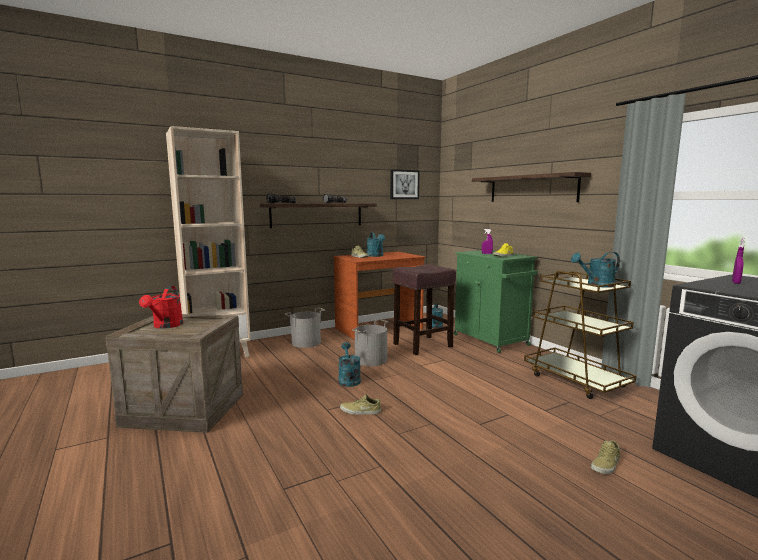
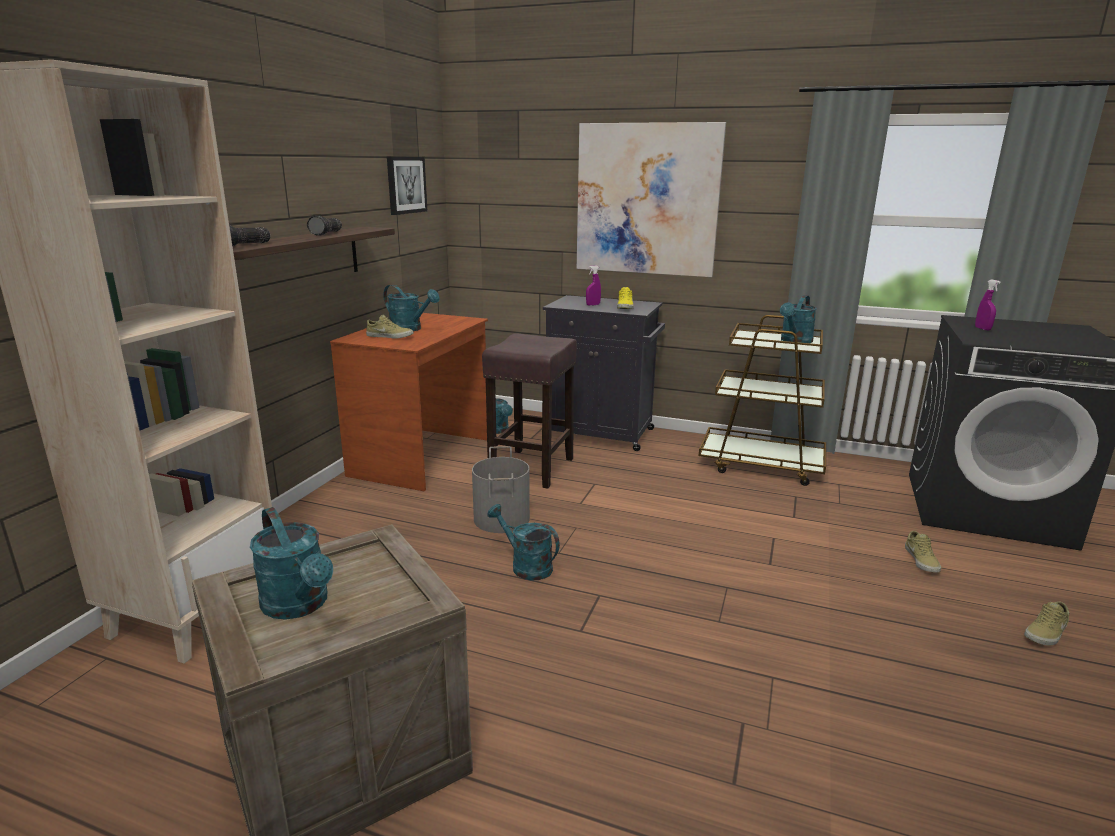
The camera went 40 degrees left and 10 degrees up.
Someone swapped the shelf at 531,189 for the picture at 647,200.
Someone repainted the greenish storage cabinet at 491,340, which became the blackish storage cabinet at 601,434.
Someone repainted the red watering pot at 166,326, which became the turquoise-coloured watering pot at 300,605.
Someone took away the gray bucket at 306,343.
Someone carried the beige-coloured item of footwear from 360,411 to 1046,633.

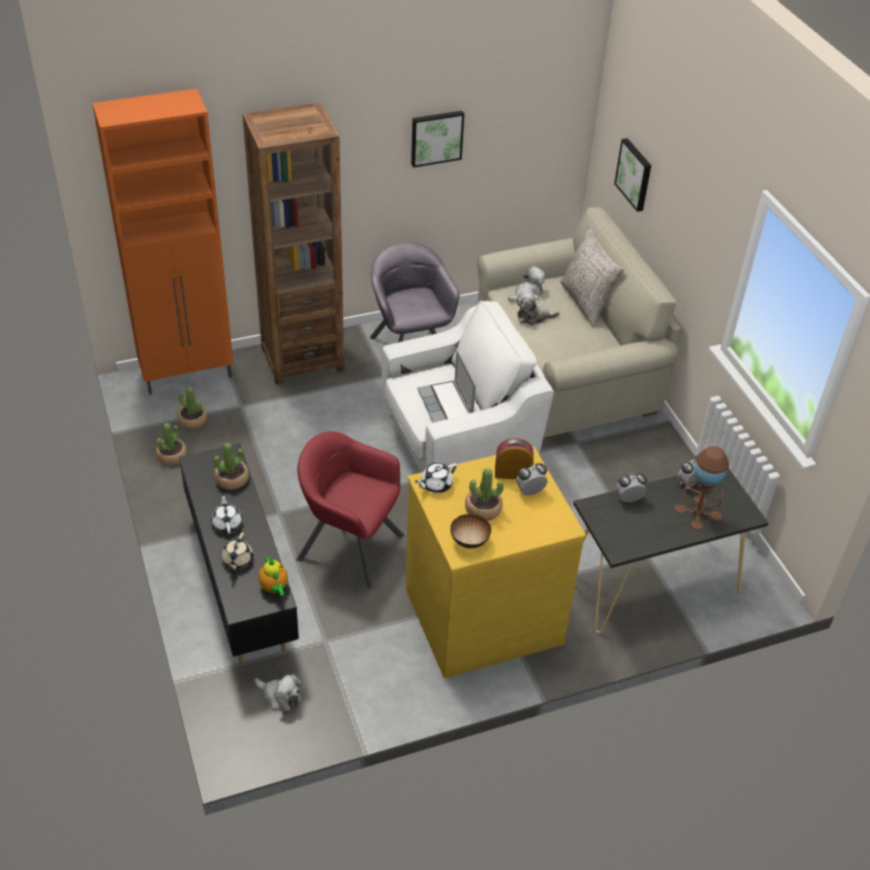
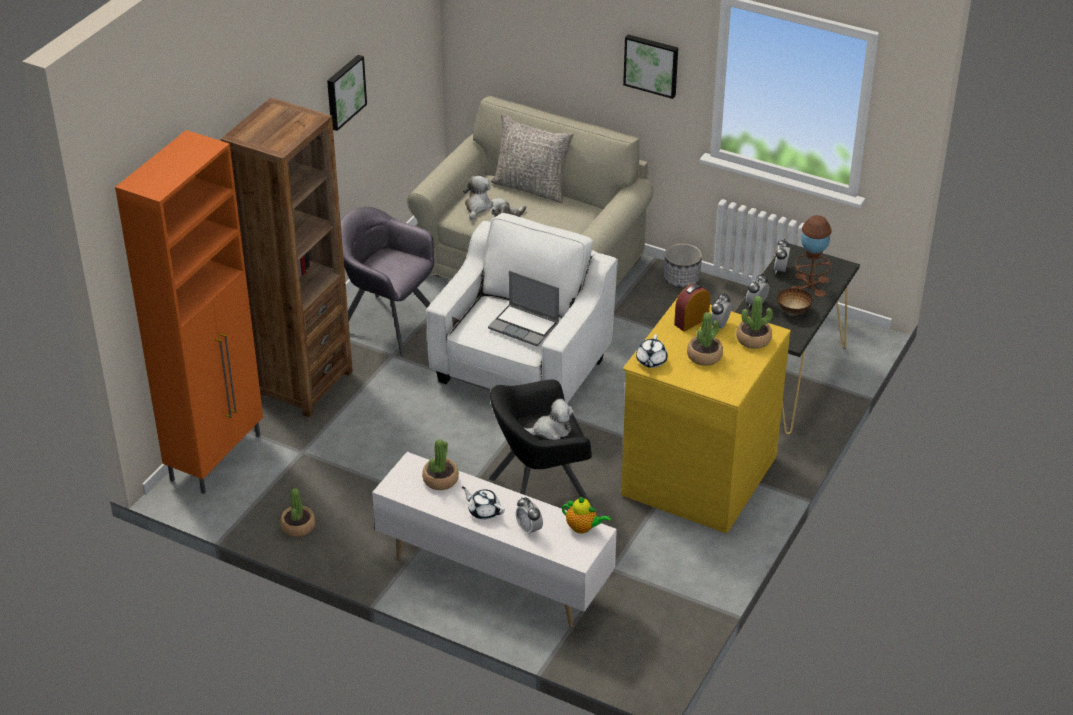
The camera went 40 degrees left and 5 degrees down.
Someone carried the picture from 635,174 to 651,65.
Someone carried the potted plant from 192,420 to 753,339.
Someone repainted the red lounge chair at 350,546, which became the blackish lounge chair at 540,494.
Someone repainted the blackish tv stand at 241,583, which became the white-coloured tv stand at 494,576.
Someone carried the serving bowl from 470,541 to 794,310.
Someone swapped the beige-coloured teapot at 237,560 for the table clock at 529,529.
Someone carried the cuddly toy from 280,696 to 550,430.
Someone put down the plant pot at 681,279.

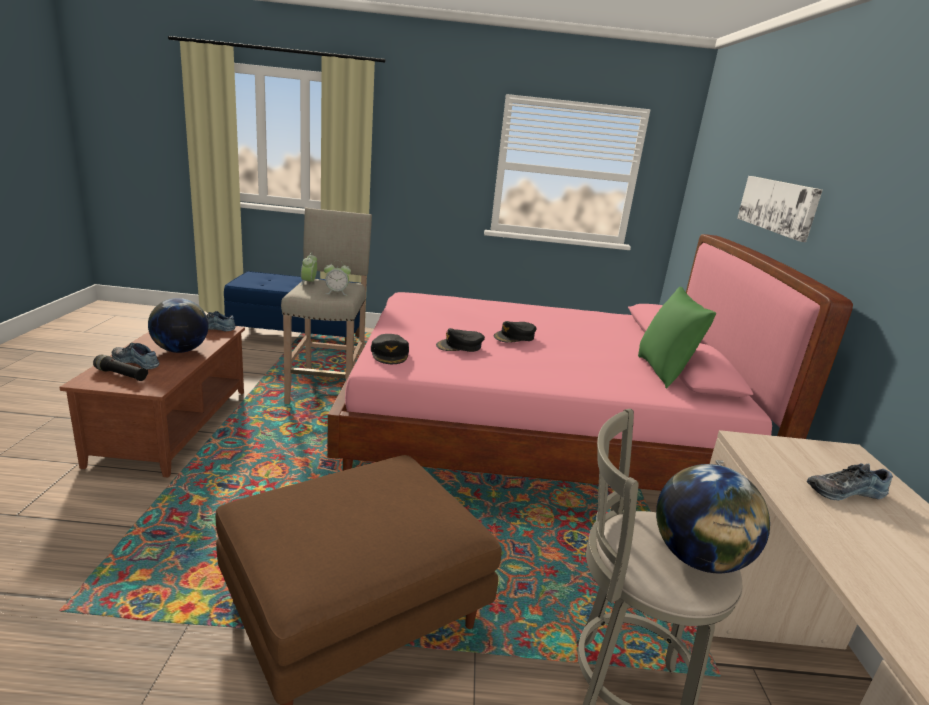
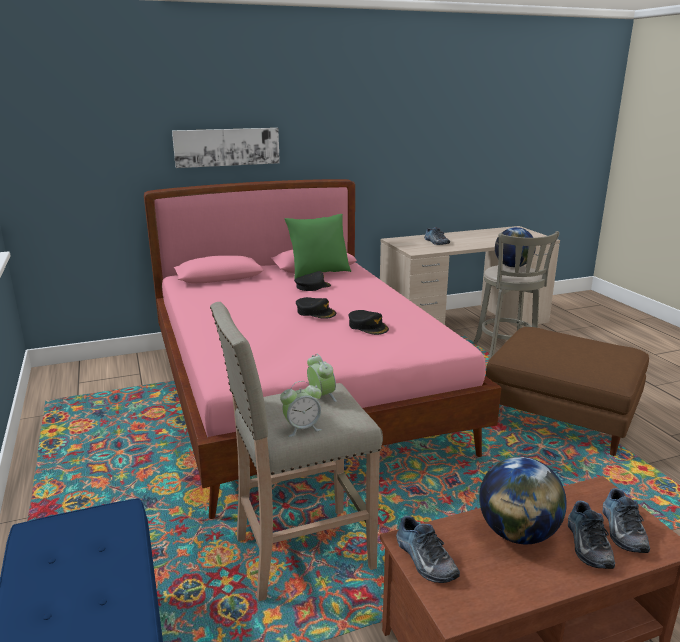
The camera went 110 degrees left and 0 degrees up.
Someone carried the blackish peaked cap from 390,354 to 312,286.
Someone swapped the blackish flashlight at 121,375 for the item of footwear at 621,530.

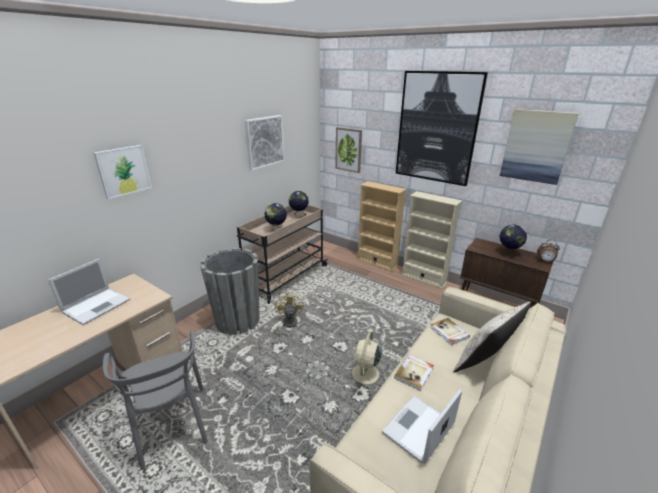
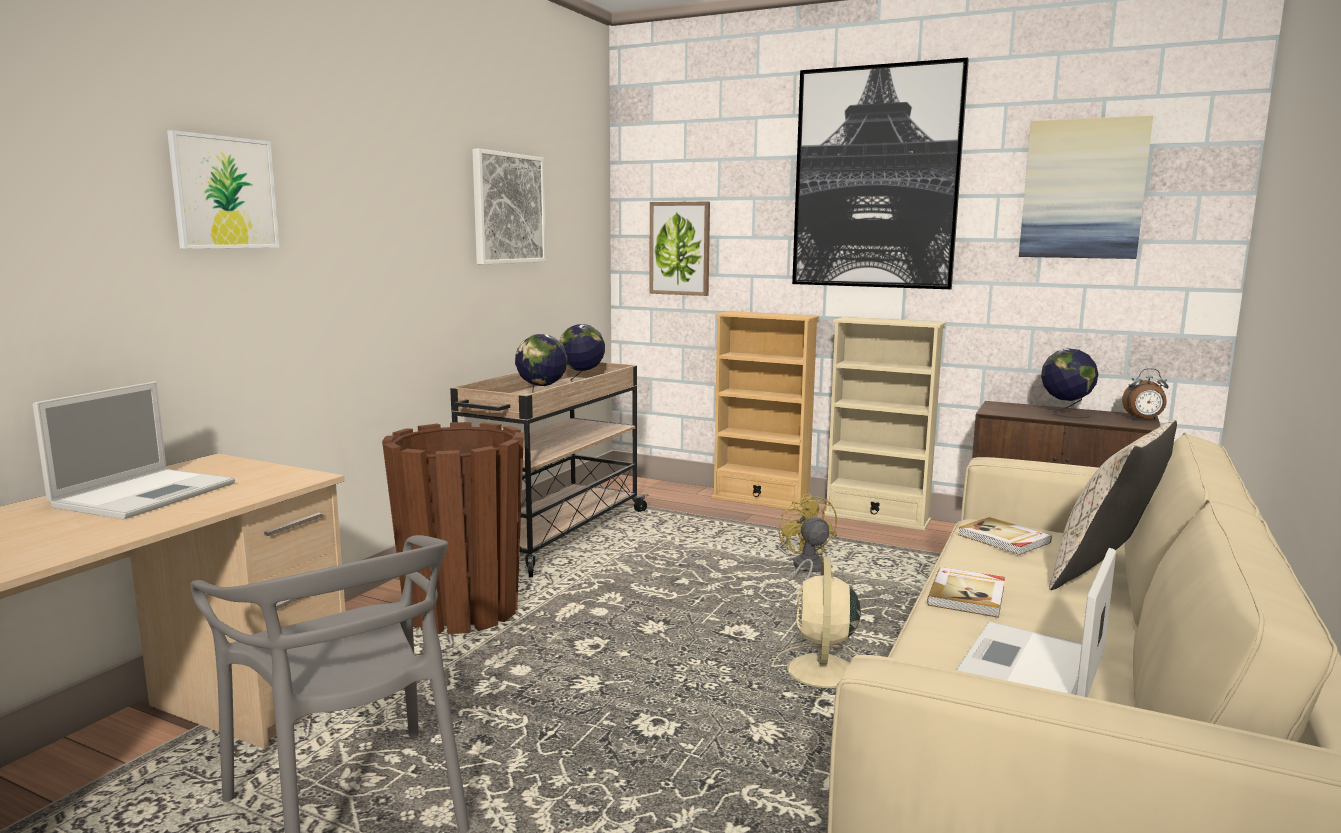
The camera went 10 degrees left and 15 degrees down.
Someone repainted the gray plant pot at 237,321, which became the brown plant pot at 462,610.
Someone carried the yellowish fan from 287,325 to 806,569.

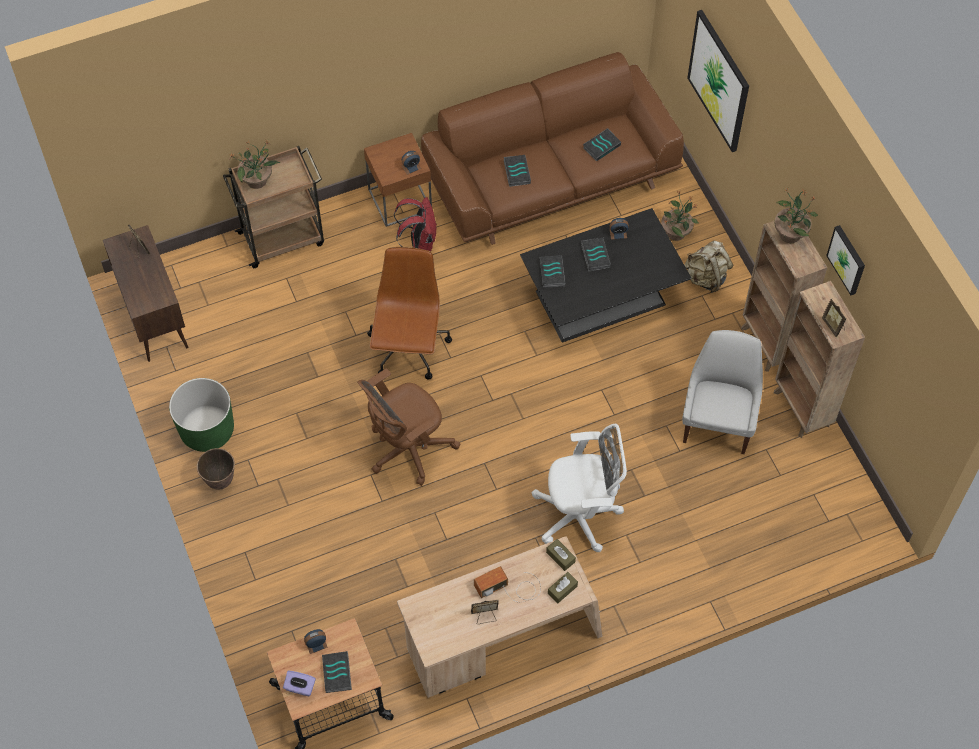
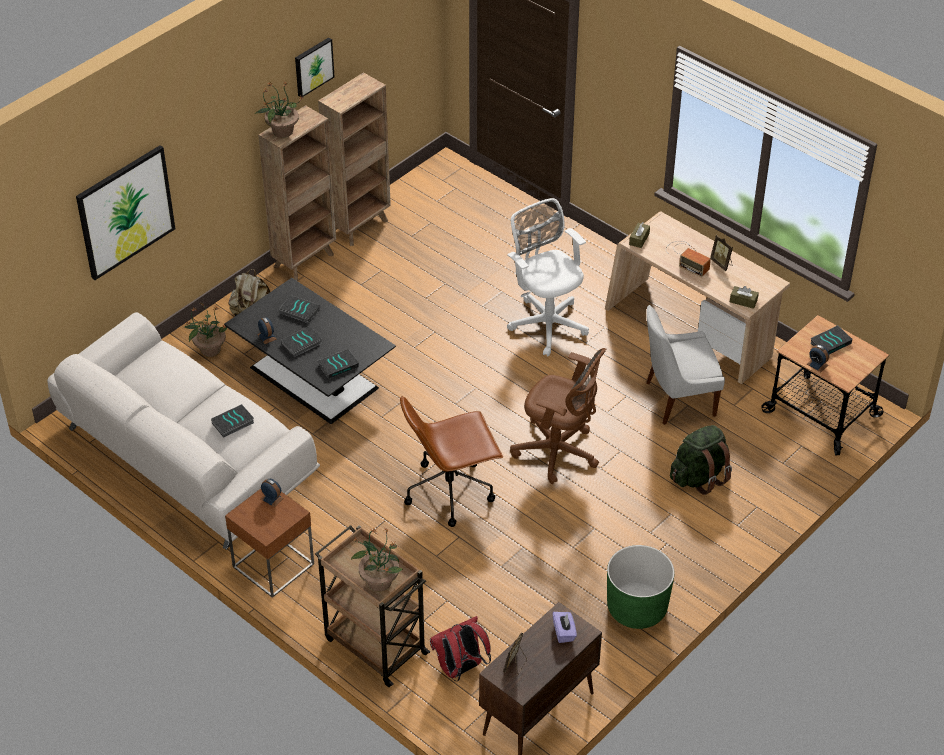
The camera went 115 degrees left and 15 degrees down.
Someone repainted the brown couch at 551,177, which became the white-coloured couch at 185,457.
Someone carried the volume from 601,146 to 299,311.
Someone carried the red rucksack from 419,242 to 460,669.
Someone took away the picture frame at 833,325.
Someone carried the white-coloured chair from 718,422 to 677,399.
Someone took away the plant pot at 220,480.
Someone carried the brown tissue holder from 562,590 to 743,301.
Someone carried the purple-coloured tissue holder from 300,687 to 564,632.
Someone put down the greenish rucksack at 699,477.

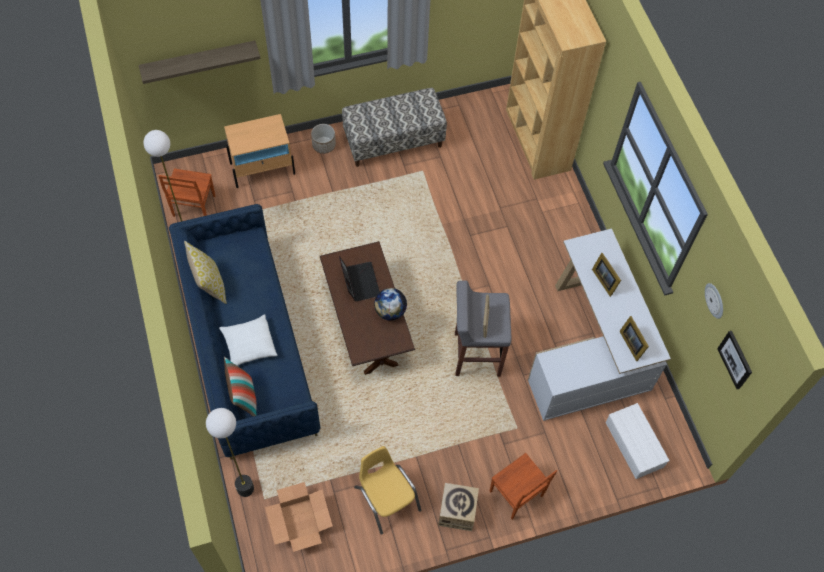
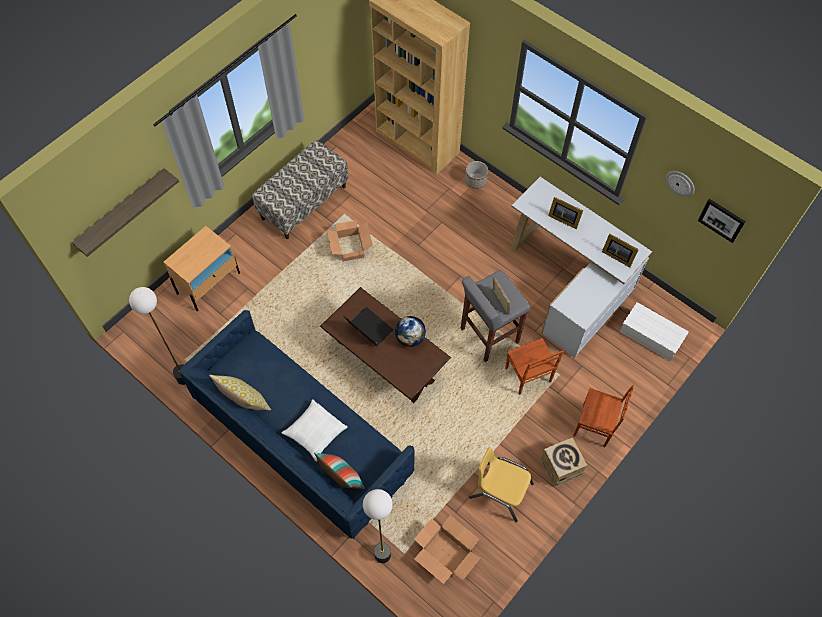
The camera went 30 degrees left and 0 degrees up.
Someone carried the plant pot from 324,145 to 475,181.
Someone carried the brown chair from 193,206 to 527,376.
Someone put down the carton at 351,247.

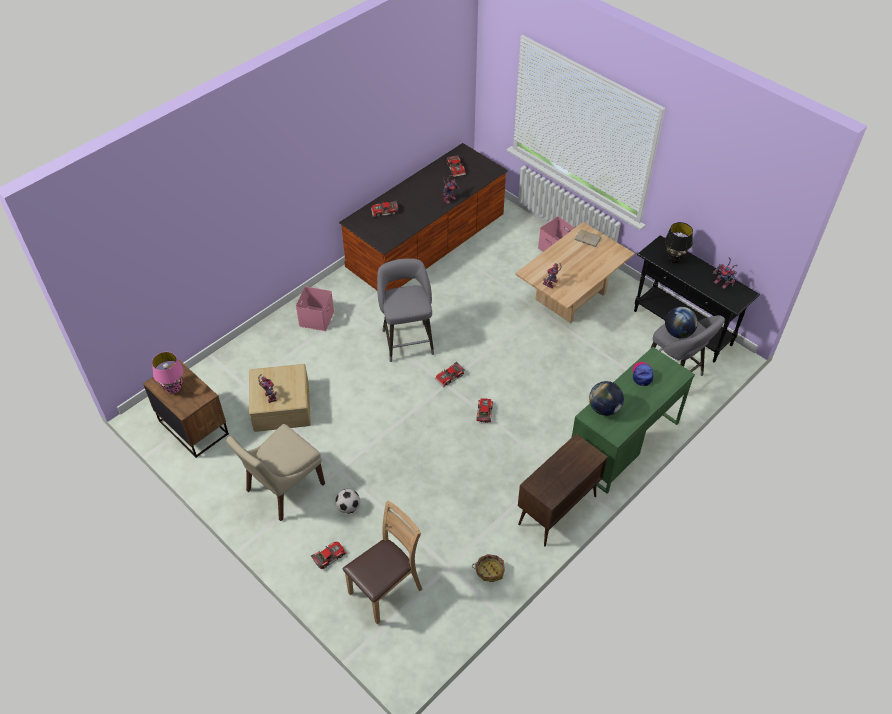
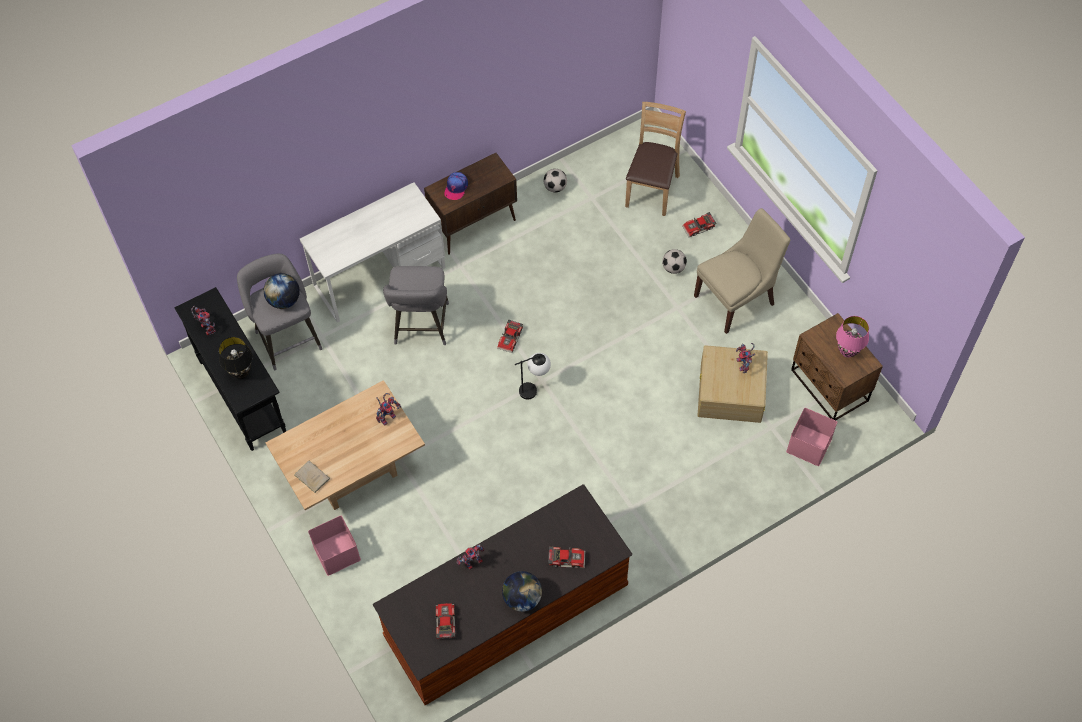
The camera went 165 degrees left and 10 degrees up.
Someone carried the gray stool seat from 407,340 to 421,327.
Someone carried the pink-coloured storage container from 316,317 to 809,446.
Someone repainted the greenish desk unit at 623,443, which became the white-coloured desk unit at 380,276.
Someone swapped the miniature car at 450,377 for the tabletop lamp at 534,388.
Someone carried the peaked cap from 642,374 to 456,188.
Someone carried the desk globe from 604,408 to 522,598.
Someone rotated the brown chair at 386,589 by 135 degrees clockwise.
Someone swapped the storage basket at 489,570 for the football ball at 555,187.

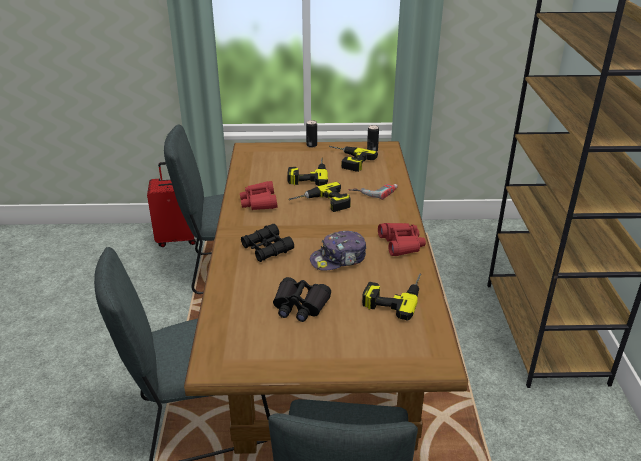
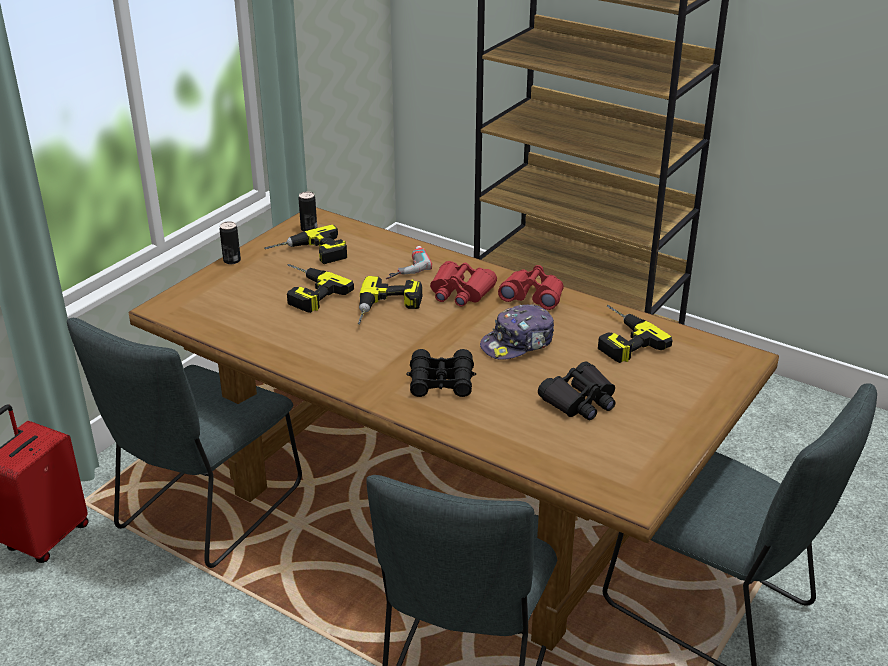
The camera went 55 degrees left and 0 degrees up.
Someone carried the red pair of binoculars from 259,202 to 460,292.
Someone rotated the peaked cap at 339,259 by 45 degrees clockwise.

